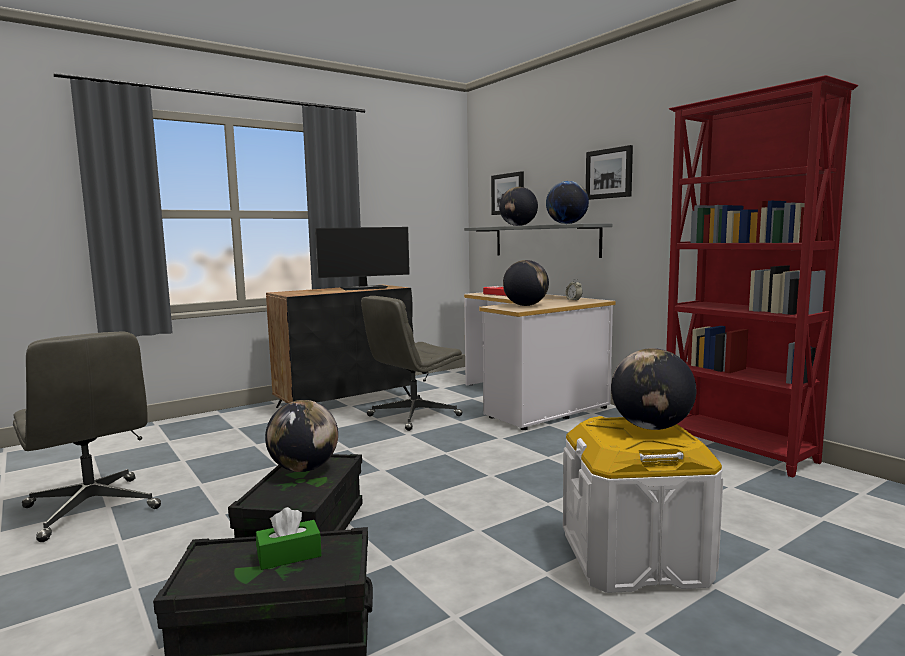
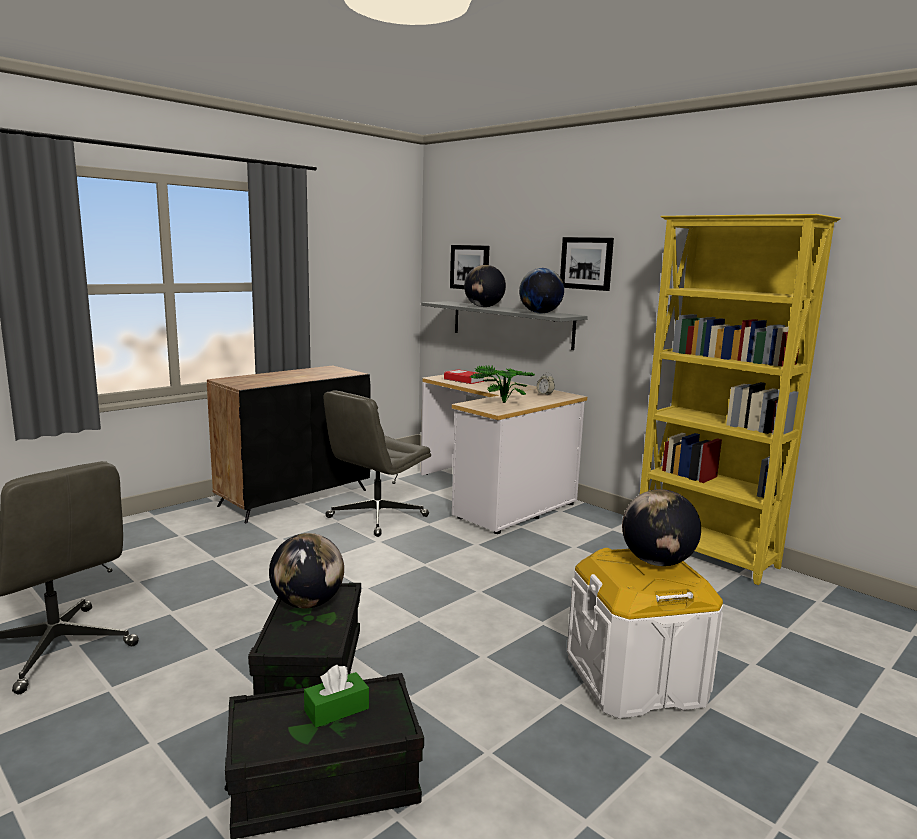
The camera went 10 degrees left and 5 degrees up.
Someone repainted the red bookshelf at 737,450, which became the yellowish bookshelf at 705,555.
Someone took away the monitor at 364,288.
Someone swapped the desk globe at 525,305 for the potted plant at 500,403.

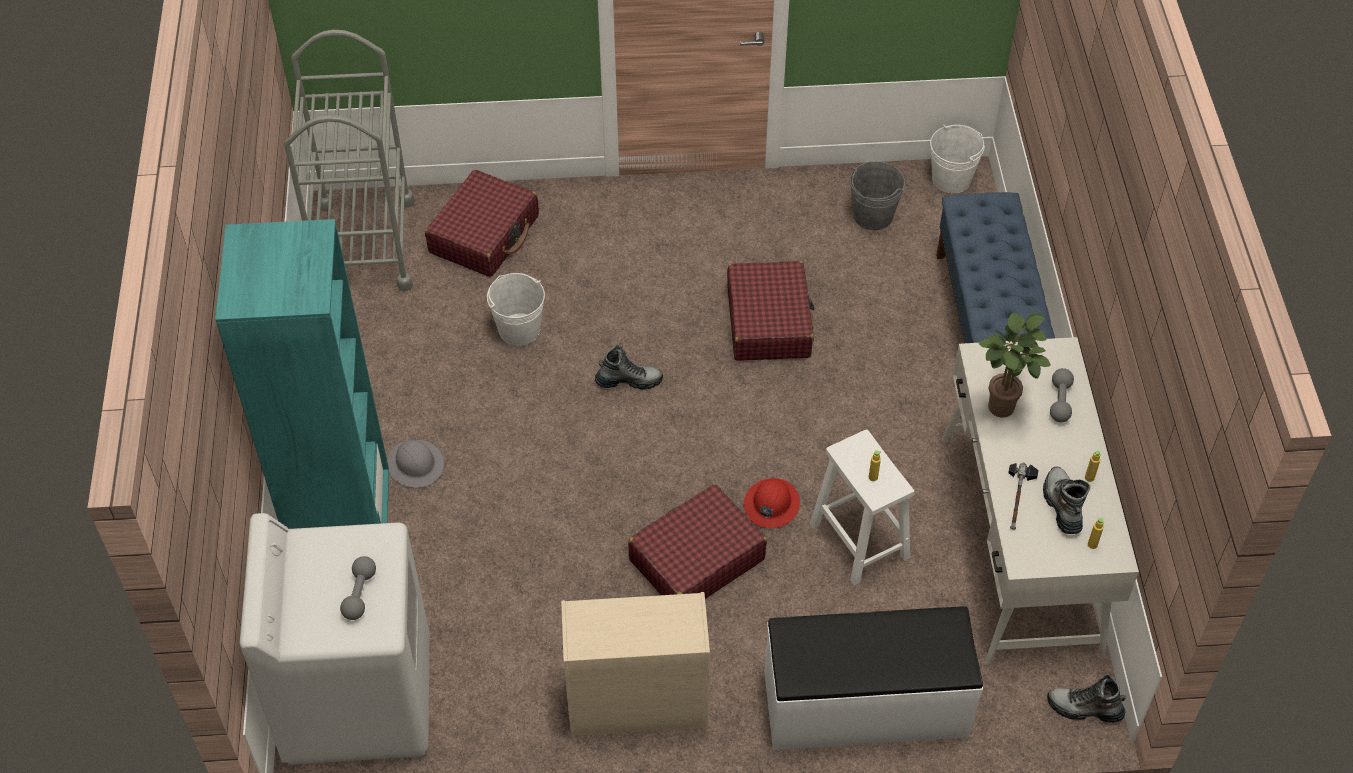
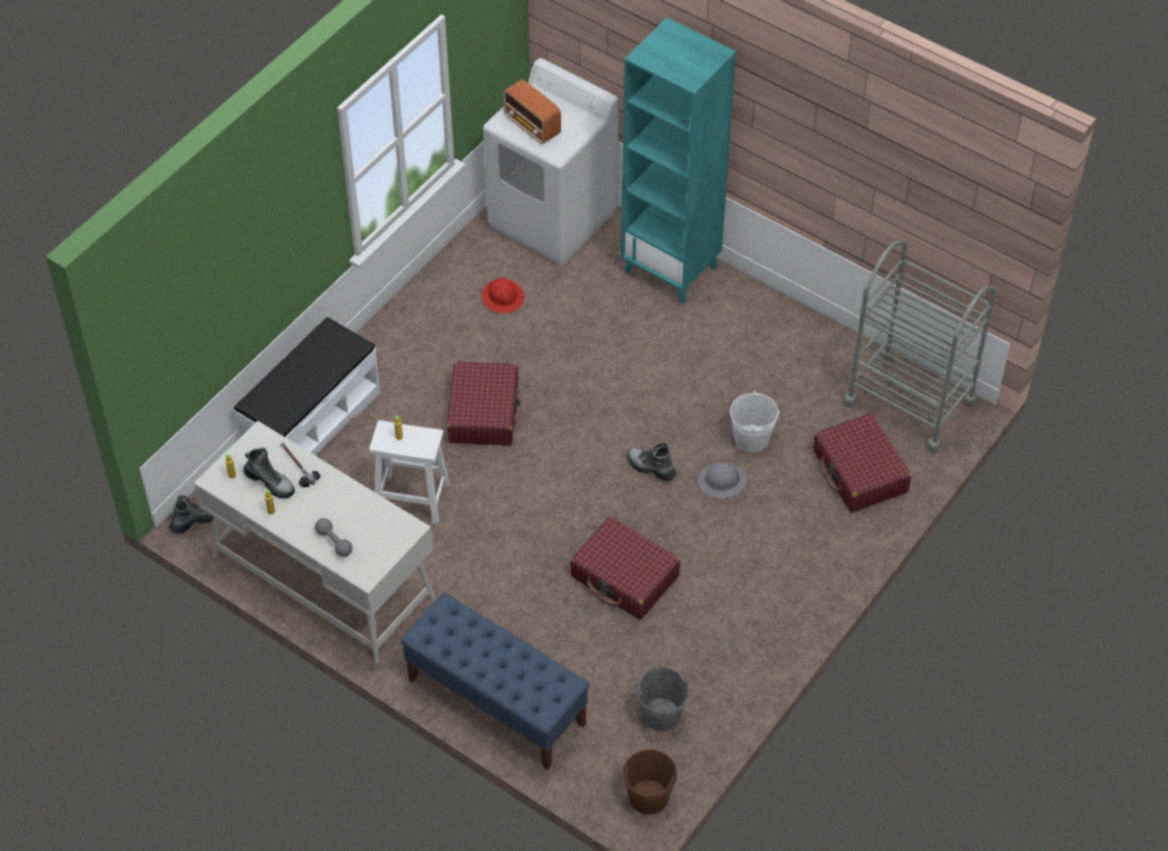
The camera went 130 degrees right and 0 degrees up.
Someone repainted the white-coloured bucket at 951,179, which became the brown bucket at 648,797.
Someone took away the potted plant at 1001,411.
Someone rotated the boot at 629,381 by 90 degrees clockwise.
Someone carried the gray work helmet from 416,464 to 722,482.
Someone carried the red work helmet from 771,504 to 503,297.
Someone swapped the gray hand weight at 359,594 for the radio receiver at 532,126.
Someone took away the beige-coloured dresser at 635,703.

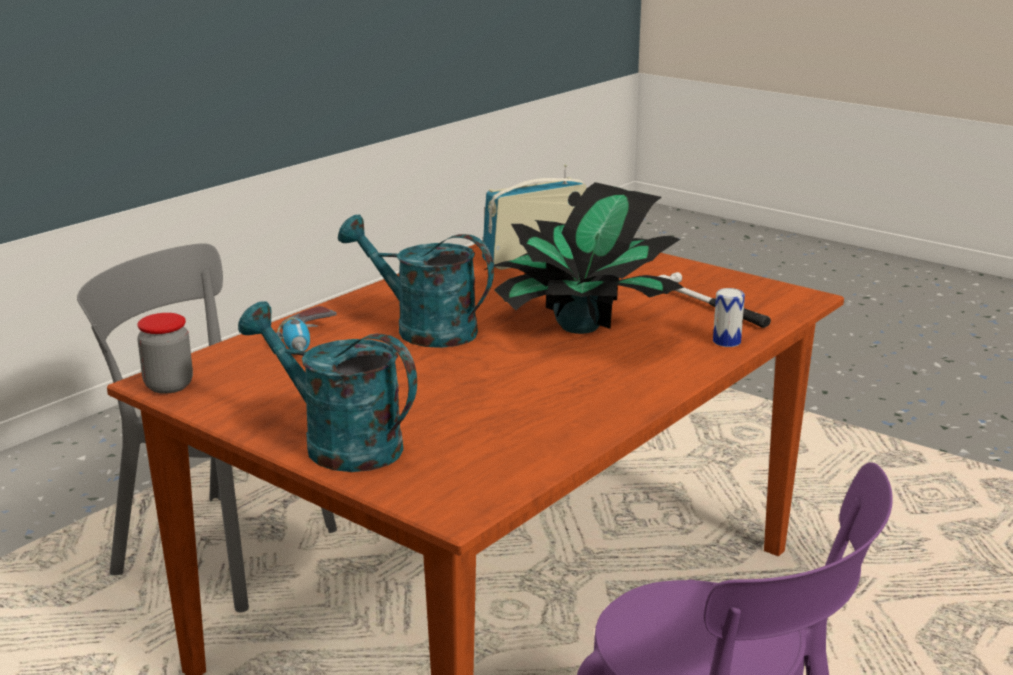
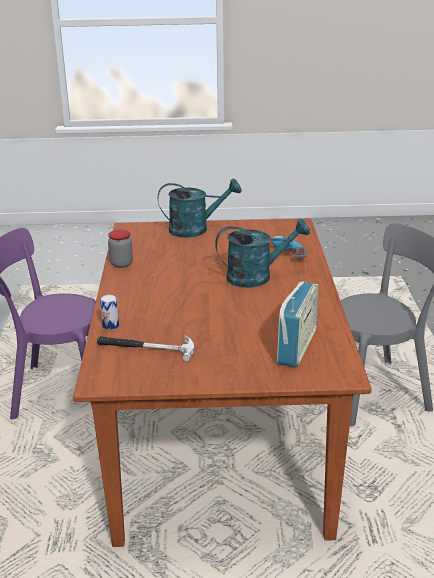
The camera went 140 degrees right and 5 degrees up.
Someone took away the potted plant at 581,327.
Someone carried the preserve jar from 169,385 to 121,264.

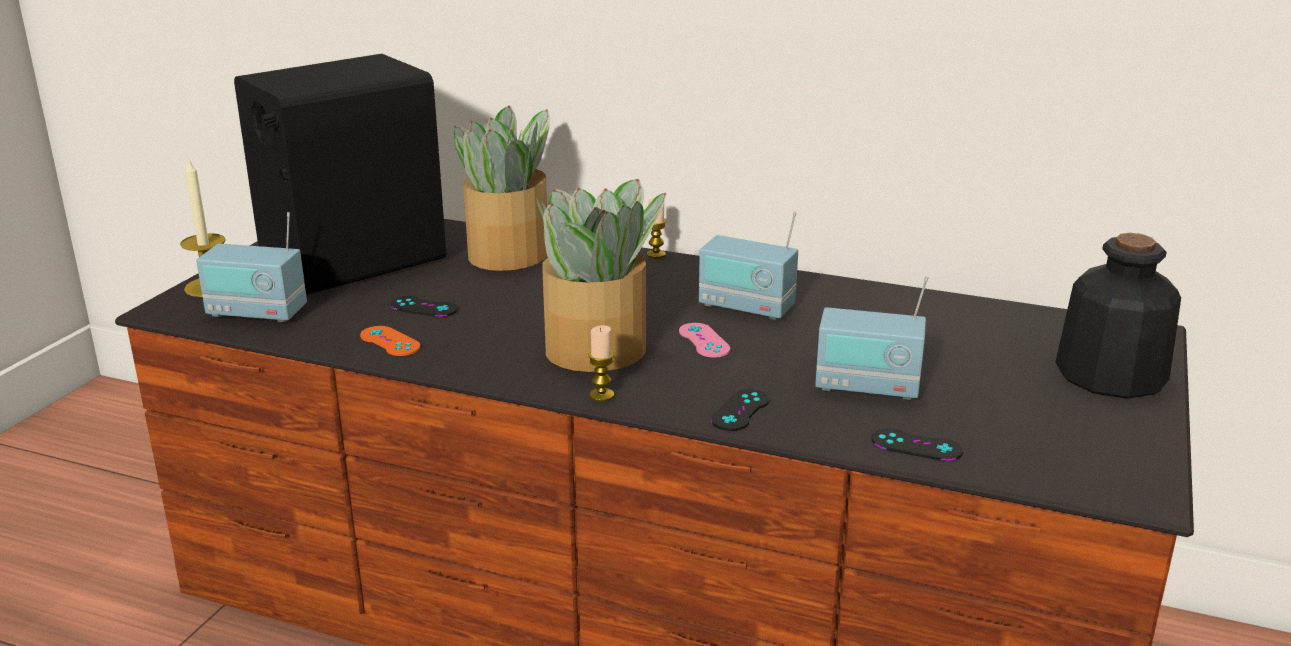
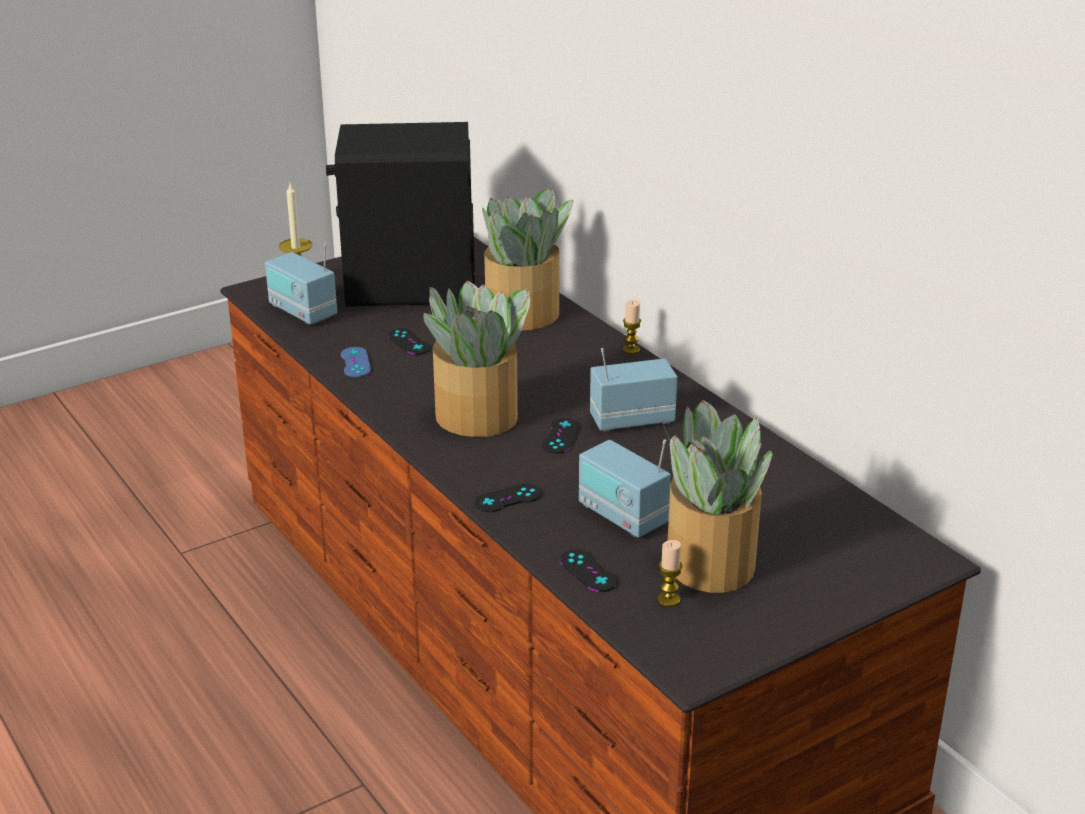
The camera went 35 degrees right and 5 degrees up.
Someone rotated the radio receiver at 746,307 by 105 degrees clockwise.
Someone took away the drink bottle at 1109,375.
Someone repainted the pink-coloured joypad at 704,340, which became the blackish joypad at 560,436.
Someone carried the wax candle from 601,395 to 668,599.
Someone repainted the orange joypad at 390,341, which became the bluish joypad at 355,362.
Someone put down the potted plant at 710,565.

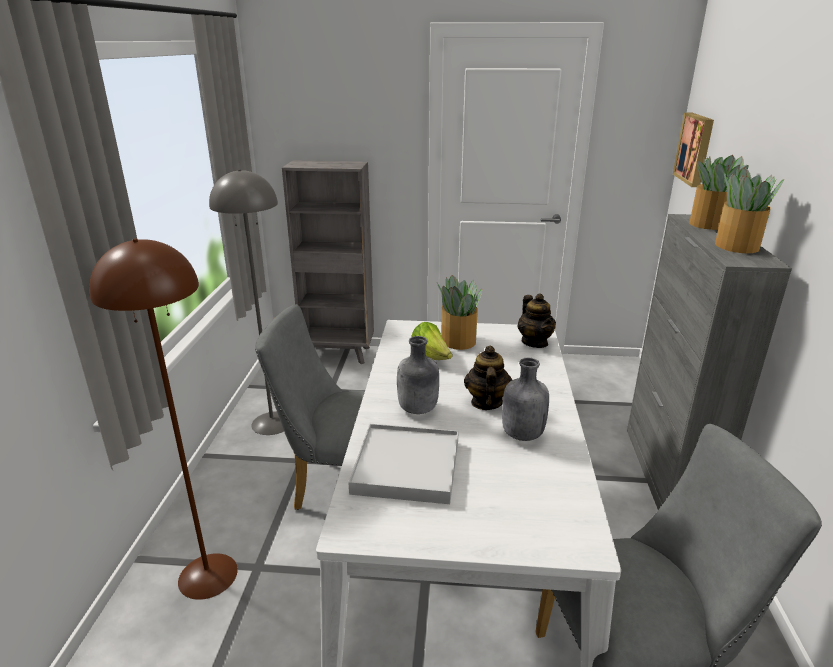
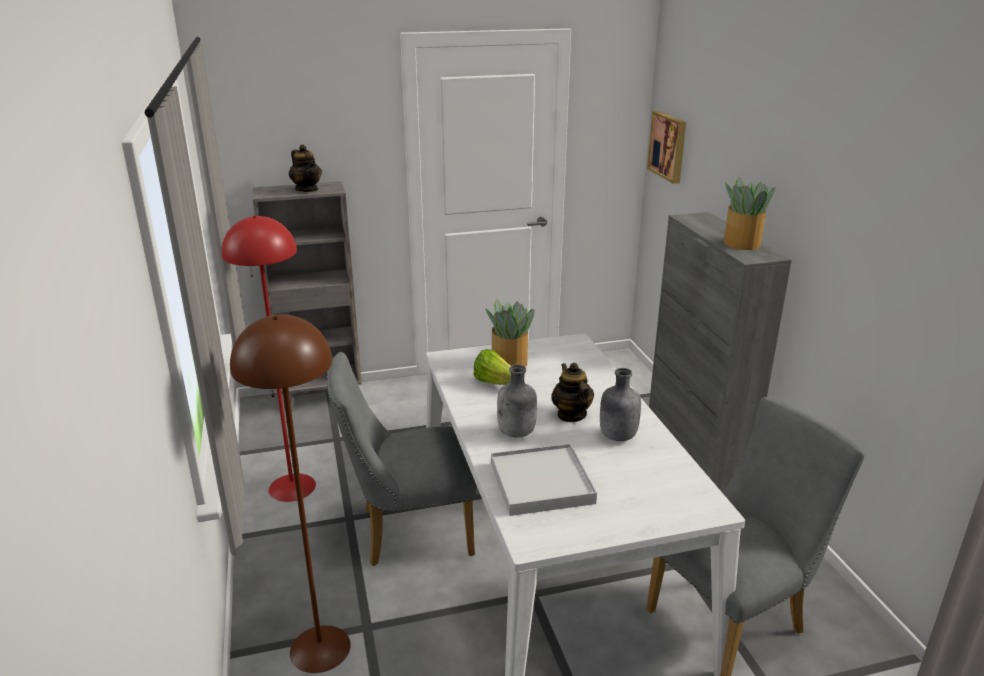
The camera went 20 degrees left and 0 degrees up.
Someone took away the potted plant at 708,224.
Someone repainted the gray standing lamp at 272,422, which became the red standing lamp at 292,486.
Someone carried the teapot from 535,342 to 307,189.

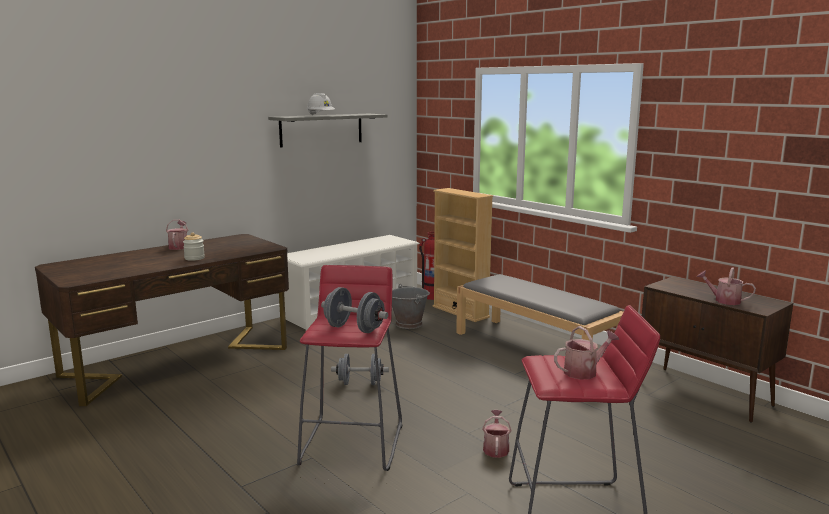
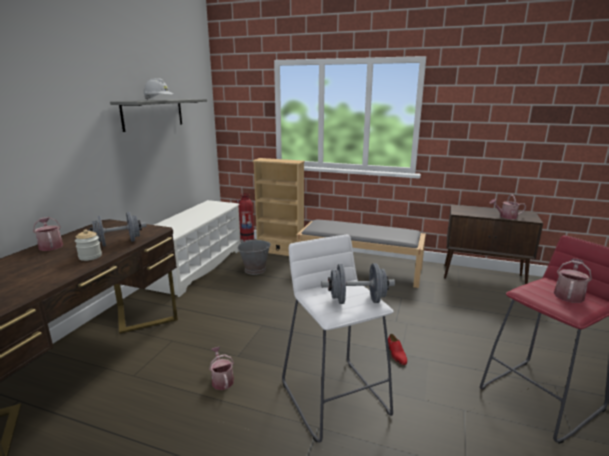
The camera went 30 degrees left and 5 degrees up.
Someone repainted the red stool seat at 353,443, which became the white-coloured stool seat at 335,397.
Someone carried the gray hand weight from 360,383 to 118,243.
Someone carried the watering pot from 496,448 to 222,380.
Someone put down the red item of footwear at 396,355.

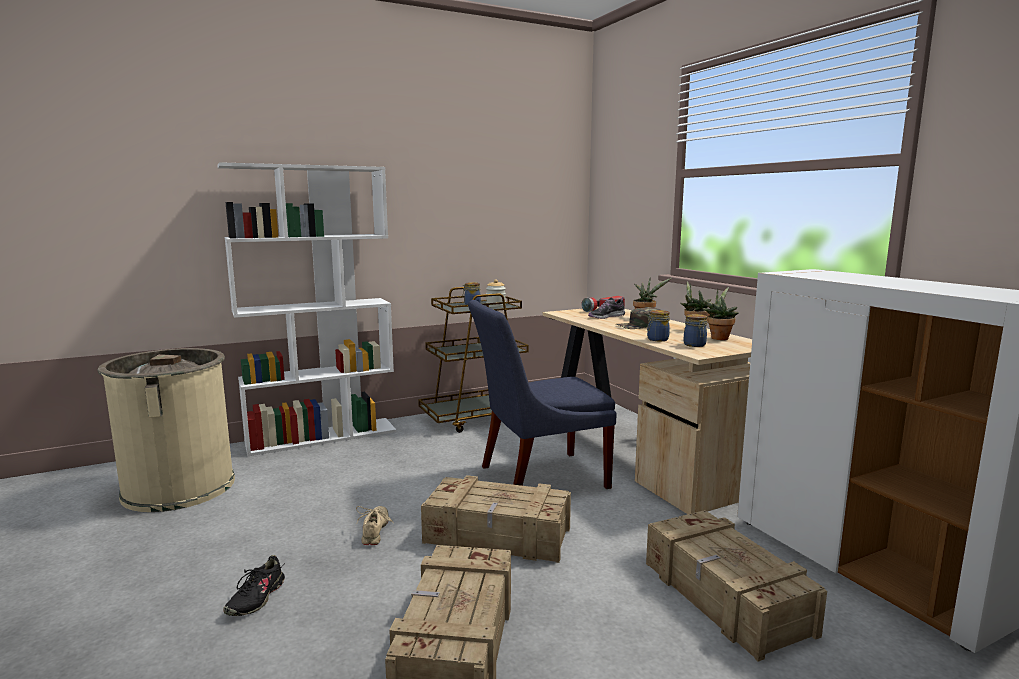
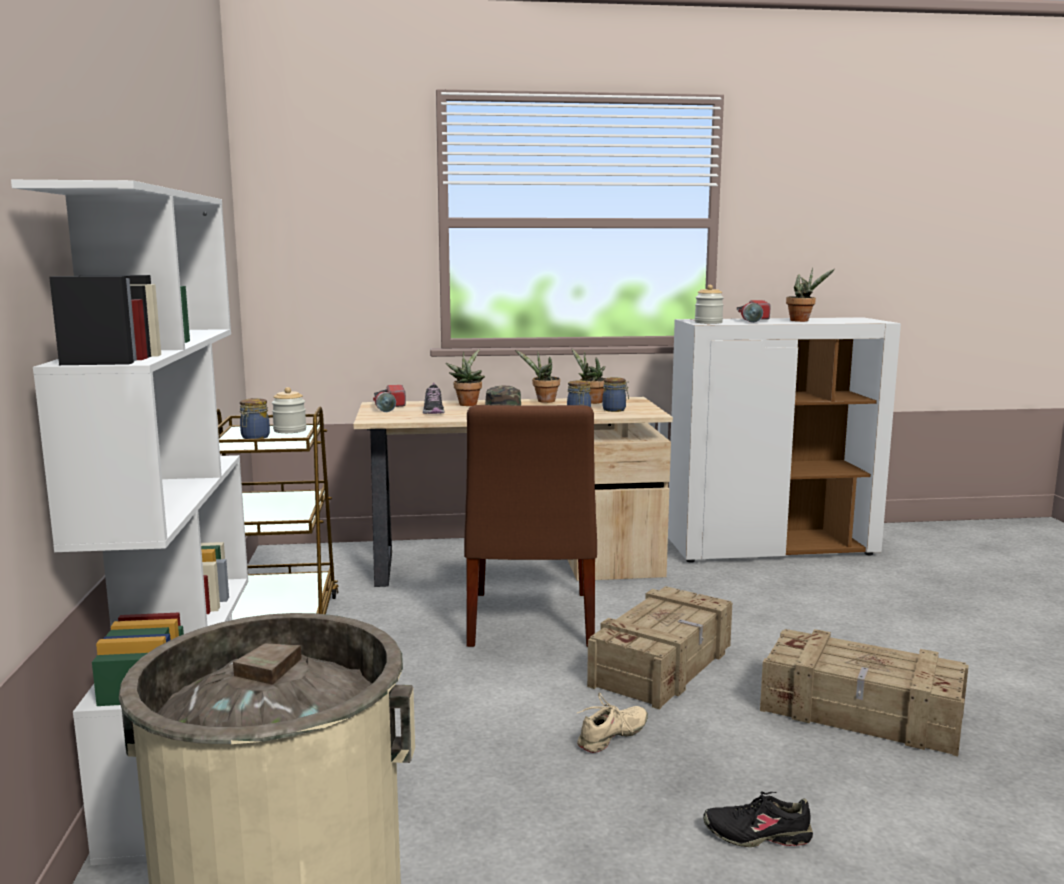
The camera went 70 degrees left and 0 degrees up.
Someone repainted the bluish chair at 537,477, which became the brown chair at 529,622.
Someone rotated the beige-coloured item of footwear at 375,531 by 120 degrees clockwise.
Someone took away the crate at 725,598.
Someone rotated the blackish item of footwear at 256,598 by 150 degrees clockwise.
Someone put down the potted plant at 802,321.
Someone put down the preserve jar at 708,322.
Someone put down the flashlight at 753,320.

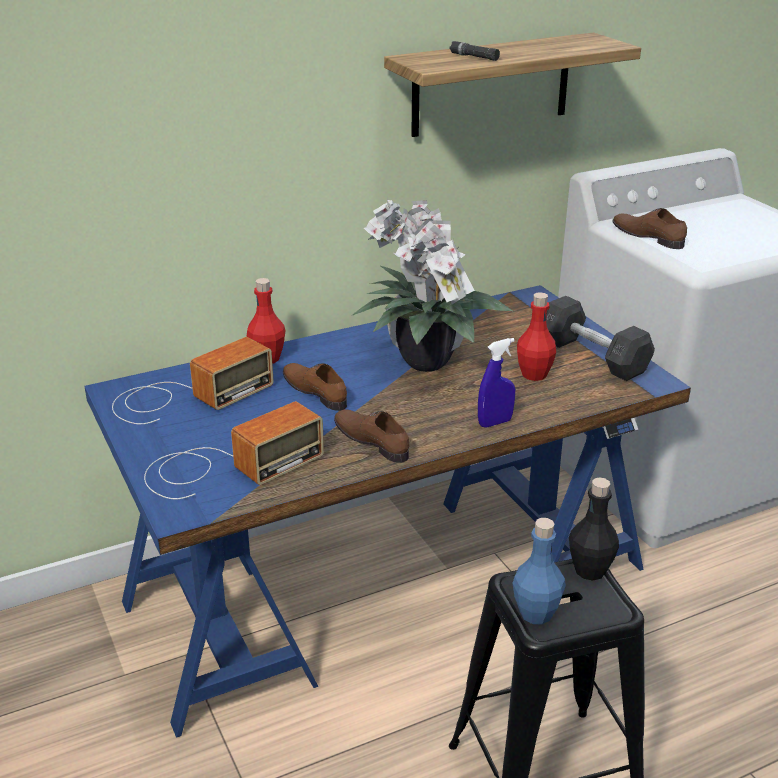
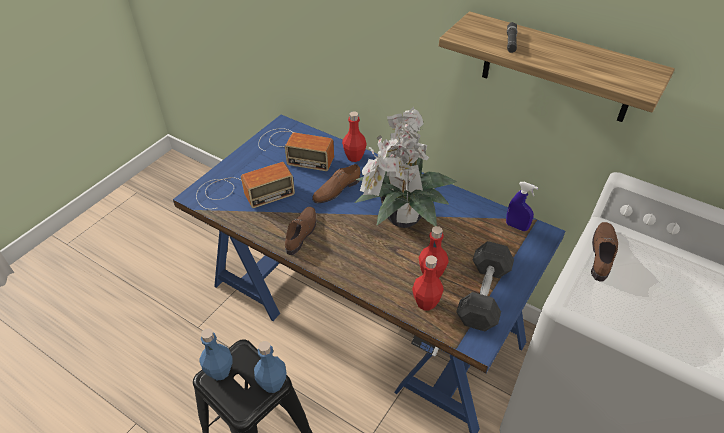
The camera went 60 degrees right and 15 degrees up.
Someone carried the bluish spray bottle from 495,423 to 516,226.
Someone rotated the brown item of footwear at 316,390 by 150 degrees counterclockwise.
Someone rotated the radio receiver at 226,467 by 45 degrees counterclockwise.
Someone repainted the blackish drink bottle at 590,570, which became the bluish drink bottle at 273,384.
Someone put down the red drink bottle at 426,303.

